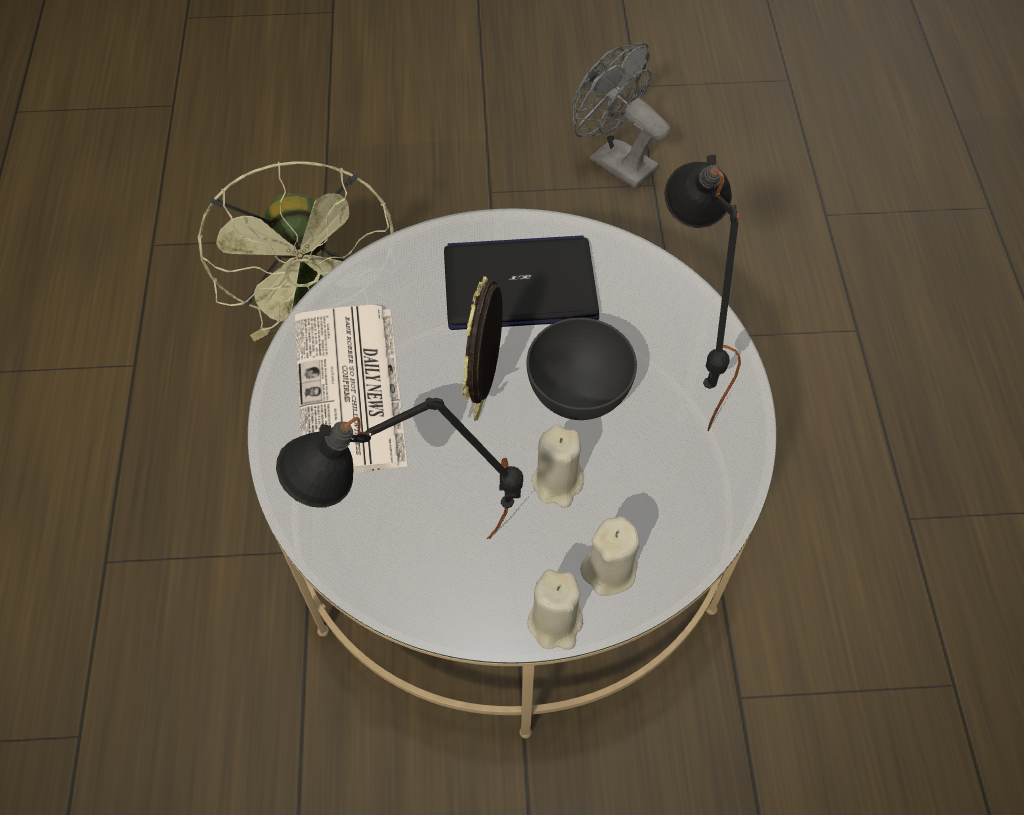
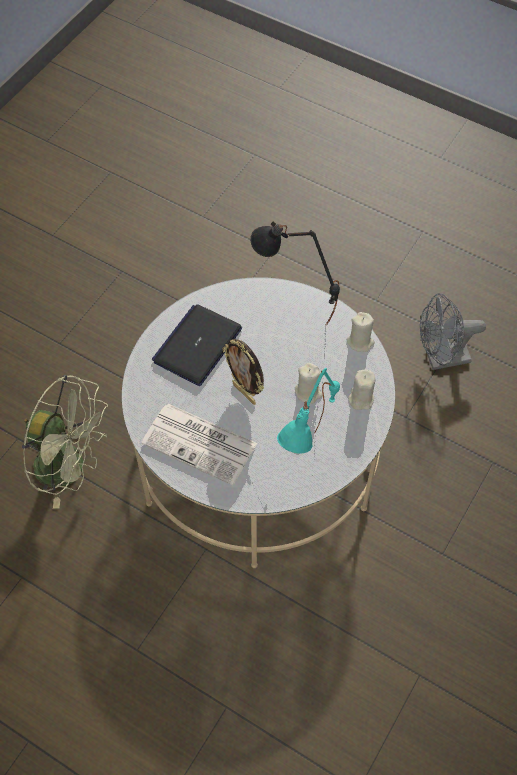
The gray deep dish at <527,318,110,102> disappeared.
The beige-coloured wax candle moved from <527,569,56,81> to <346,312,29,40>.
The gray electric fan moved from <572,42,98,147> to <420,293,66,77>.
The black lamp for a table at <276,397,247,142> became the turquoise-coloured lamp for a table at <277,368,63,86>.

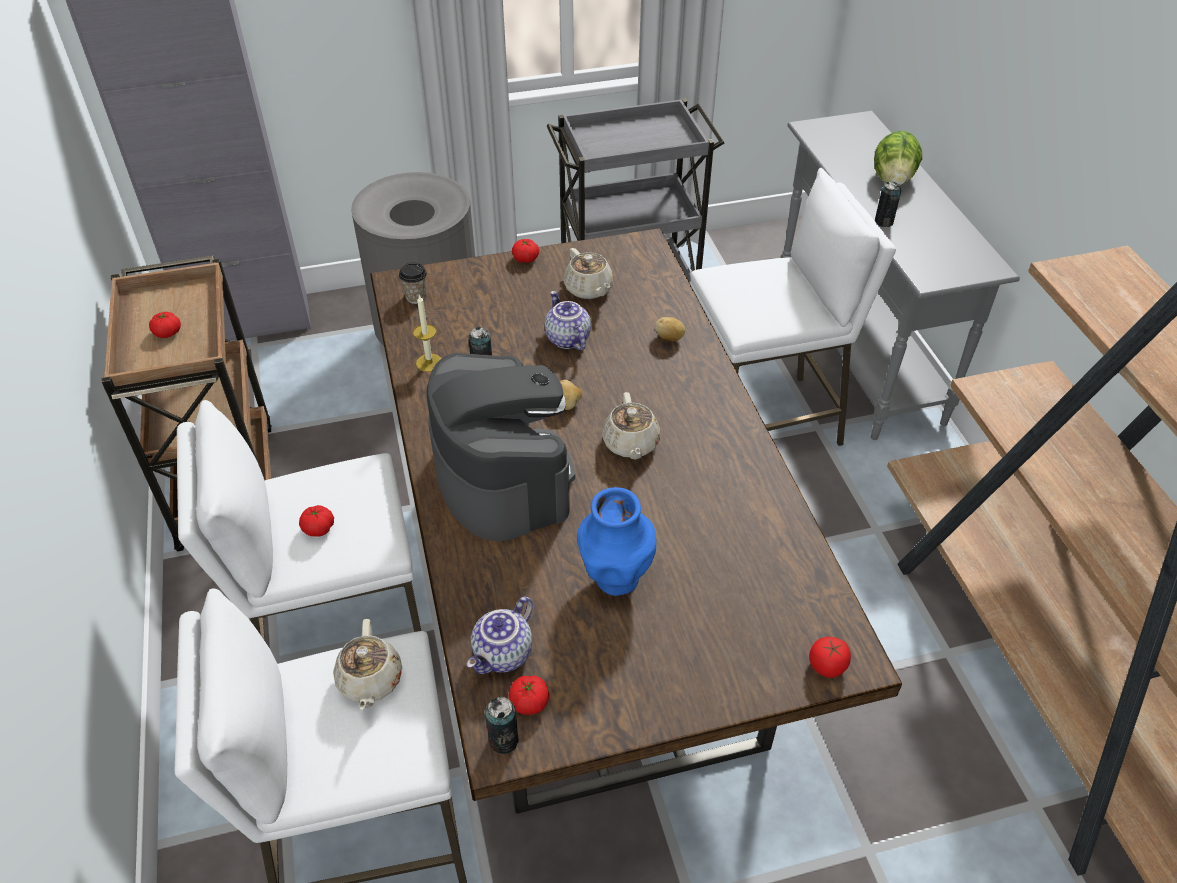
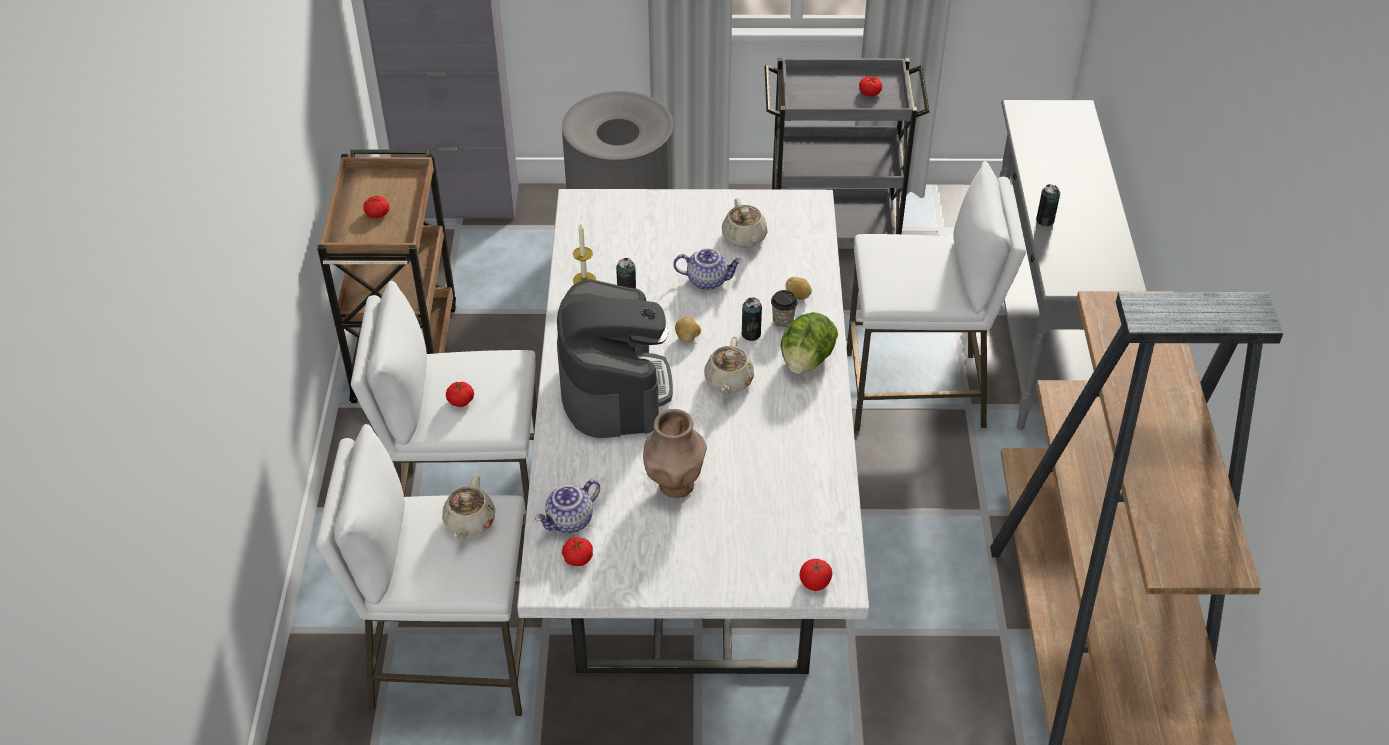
The cup moved from <399,262,28,42> to <771,290,26,38>.
The sealed can moved from <485,697,34,57> to <741,297,21,44>.
The fresh tomato moved from <512,239,27,24> to <859,76,23,21>.
The head of lettuce moved from <874,131,48,55> to <781,312,57,62>.
The brown-coloured dining table at <370,228,532,586> became the whitish dining table at <517,189,352,485>.
The bluish decorative vase at <577,487,79,109> became the brown-coloured decorative vase at <643,409,64,89>.
The pot for tea at <545,291,46,60> turned 105 degrees clockwise.

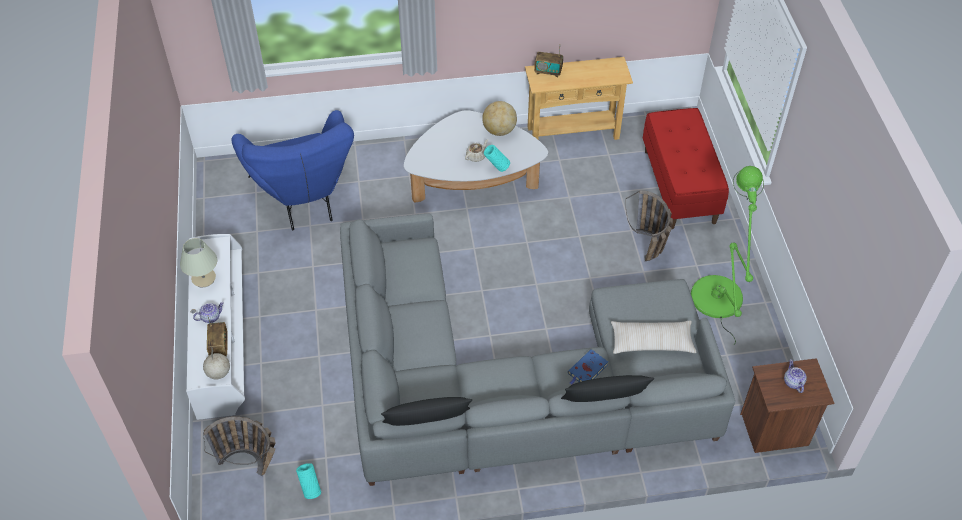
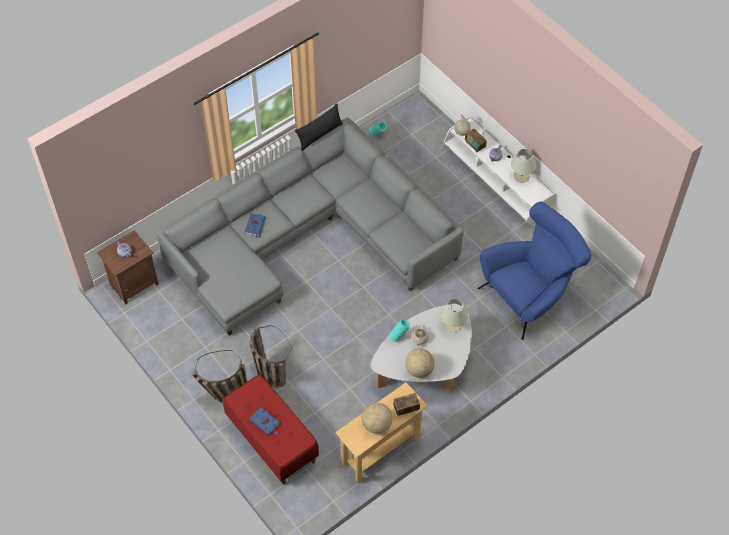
The black cushion at <561,375,93,27> disappeared.
The beige-coloured cushion at <611,321,85,33> disappeared.
The greenish standard lamp at <691,166,73,179> disappeared.
The bluish volume at <249,407,31,28> appeared.
The world globe at <362,403,30,31> appeared.
The beige-coloured lamp for a table at <441,299,27,34> appeared.
The storage basket moved from <203,417,73,59> to <191,350,56,53>.
The bluish easy chair at <231,110,123,120> turned 105 degrees clockwise.

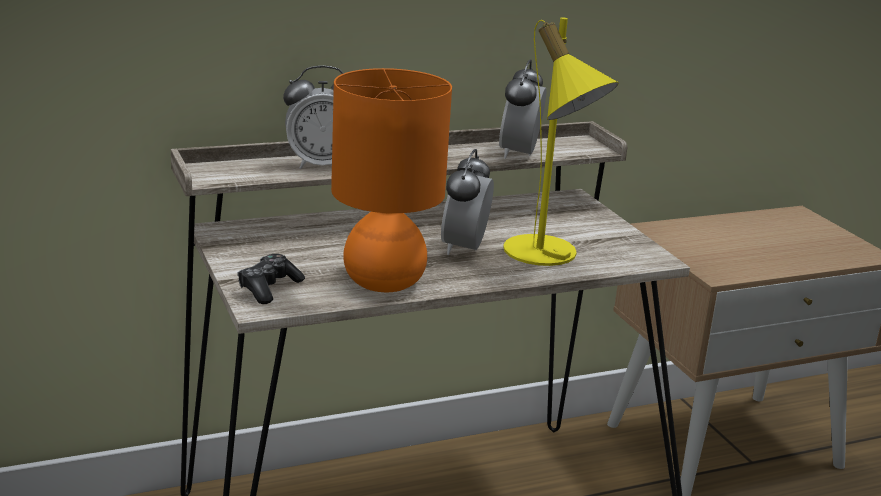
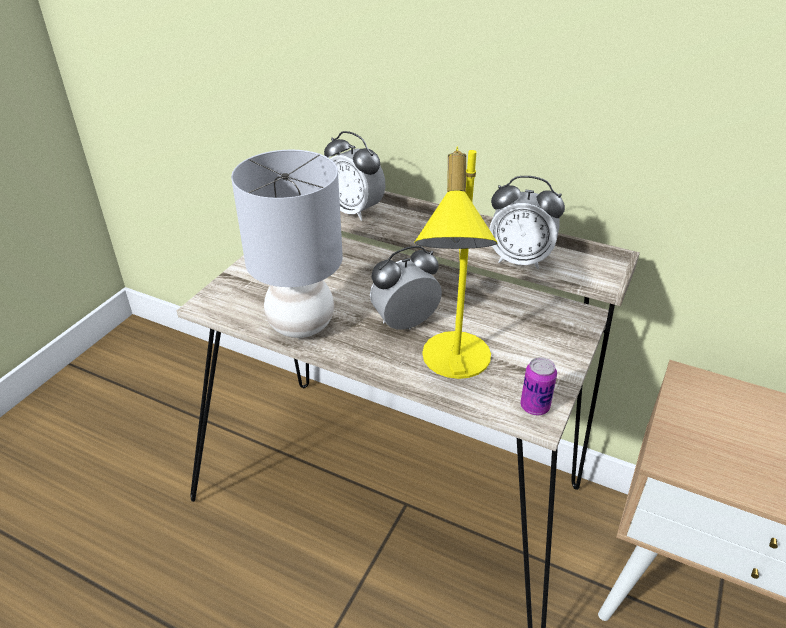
The game controller at <237,254,68,50> disappeared.
The sealed can at <520,357,37,58> appeared.
The orangey lamp for a table at <331,68,121,224> became the gray lamp for a table at <231,149,112,189>.
The bedside clock at <499,59,47,100> turned 135 degrees counterclockwise.

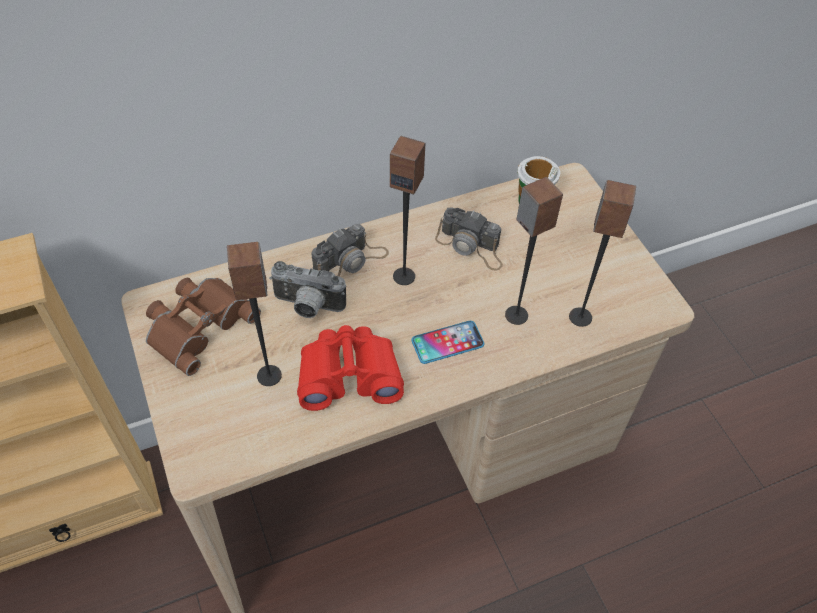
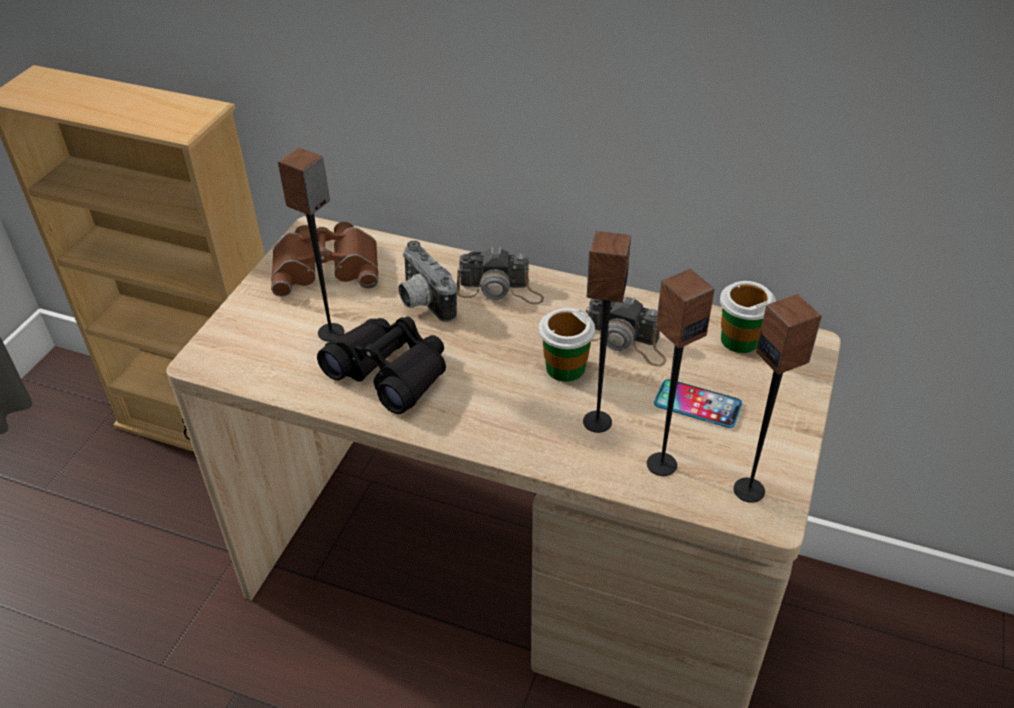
The cup at <539,308,56,74> appeared.
The audio speaker moved from <390,136,35,149> to <734,294,88,209>.
The phone moved from <411,321,73,43> to <654,379,89,49>.
The red-coloured field glasses at <297,325,107,86> became the black field glasses at <317,317,129,97>.
The photo camera at <435,207,68,64> turned 45 degrees counterclockwise.

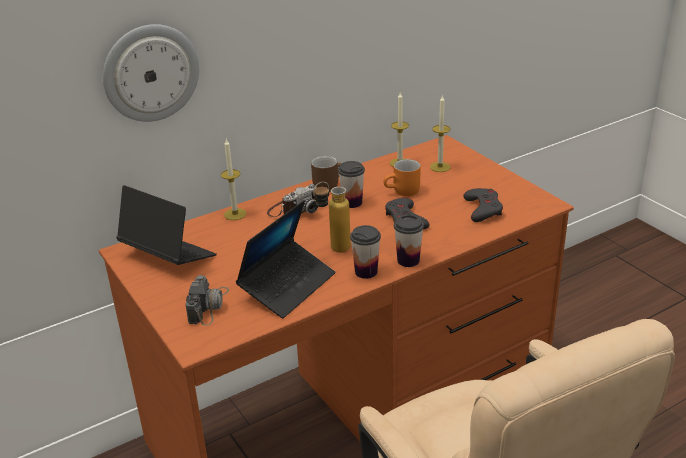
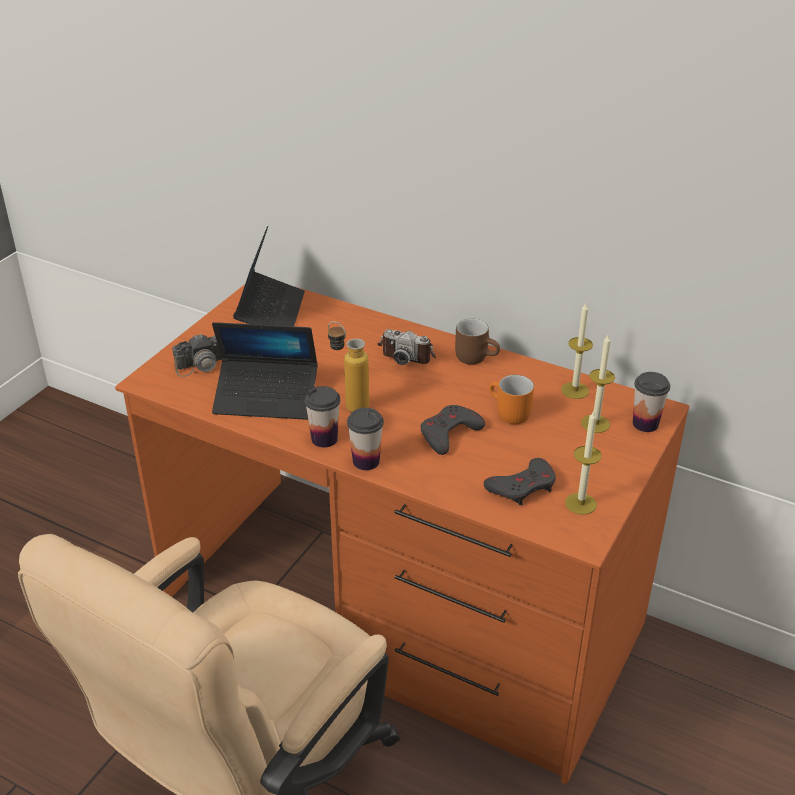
The wall clock at <103,24,96,98> disappeared.
The wax candle moved from <221,139,26,81> to <565,411,37,104>.
The cup moved from <338,161,27,47> to <633,372,37,60>.

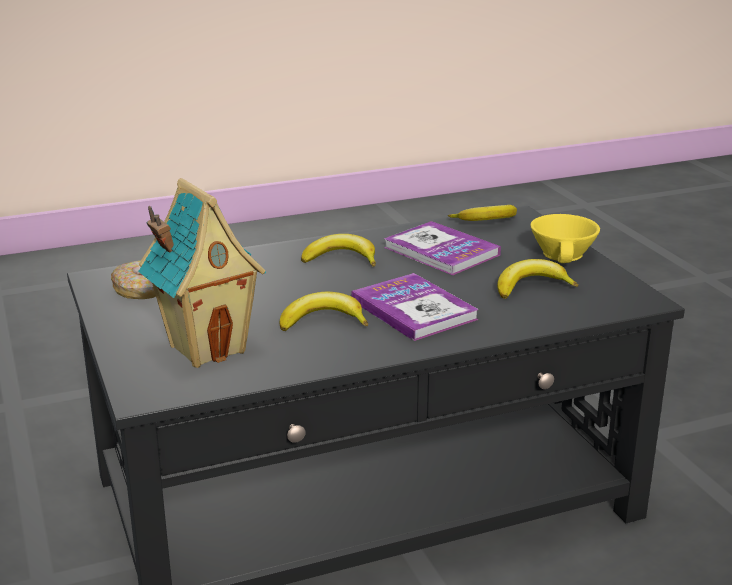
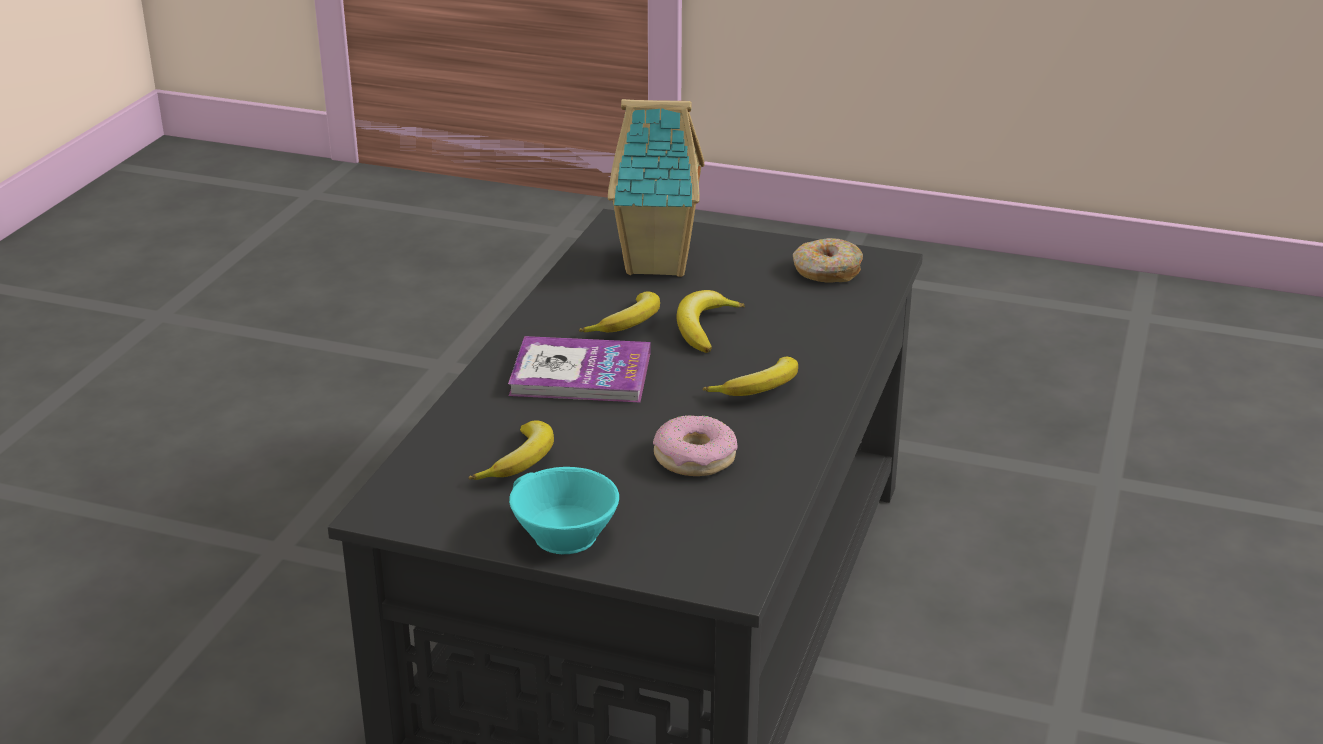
The banana moved from <448,205,69,16> to <676,290,69,63>.
The volume at <384,221,117,54> was replaced by the ring doughnut at <653,415,85,61>.
The yellow cup at <531,214,69,49> became the turquoise-coloured cup at <509,467,110,87>.

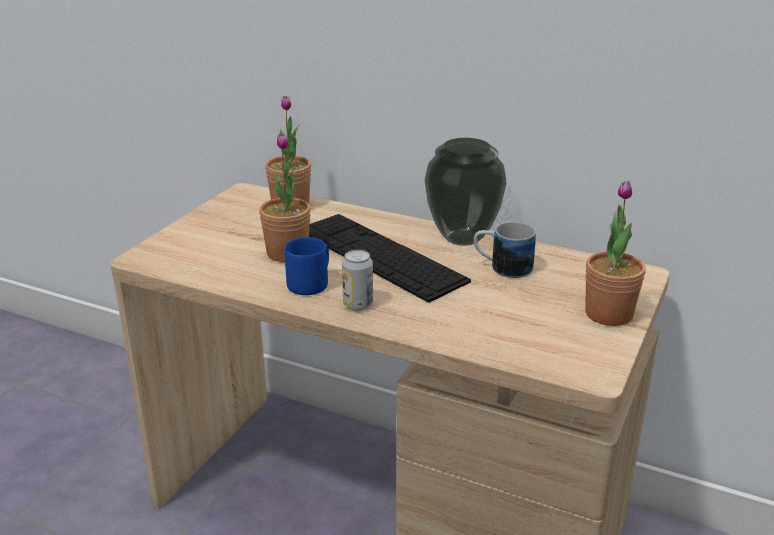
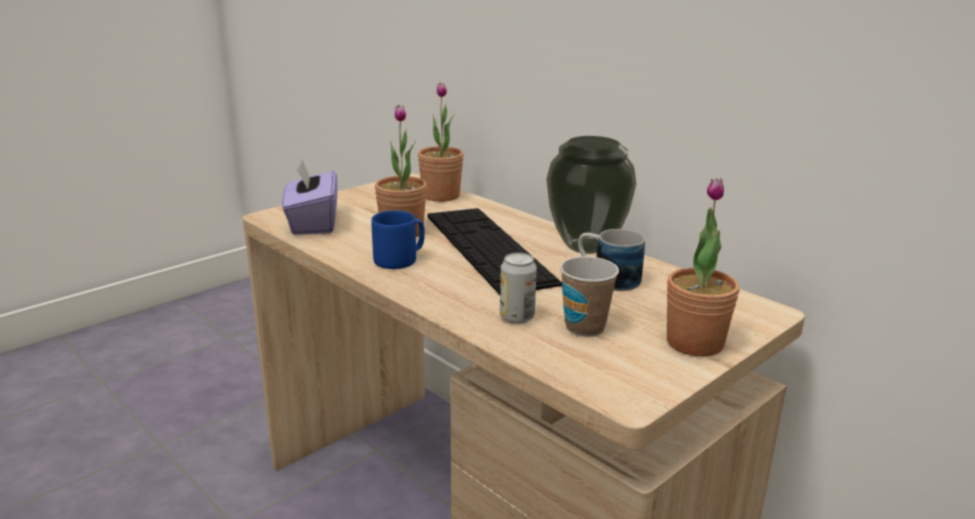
The purplish box of tissues at <282,160,55,75> appeared.
The cup at <560,256,59,81> appeared.
The sealed can moved from <342,250,31,61> to <500,253,37,71>.

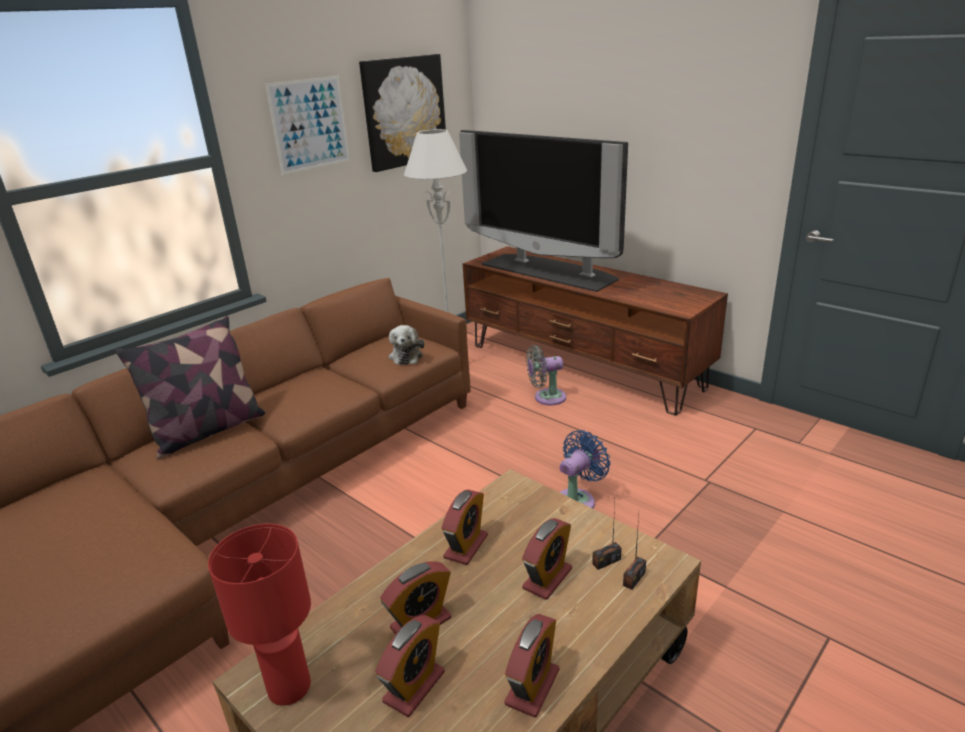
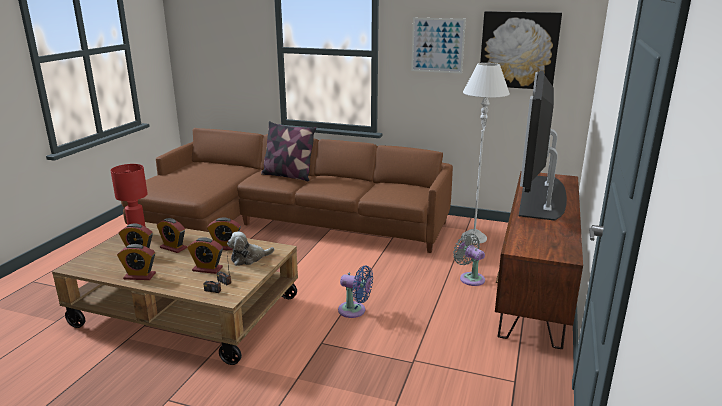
The plush toy moved from <389,325,35,40> to <227,232,48,34>.

